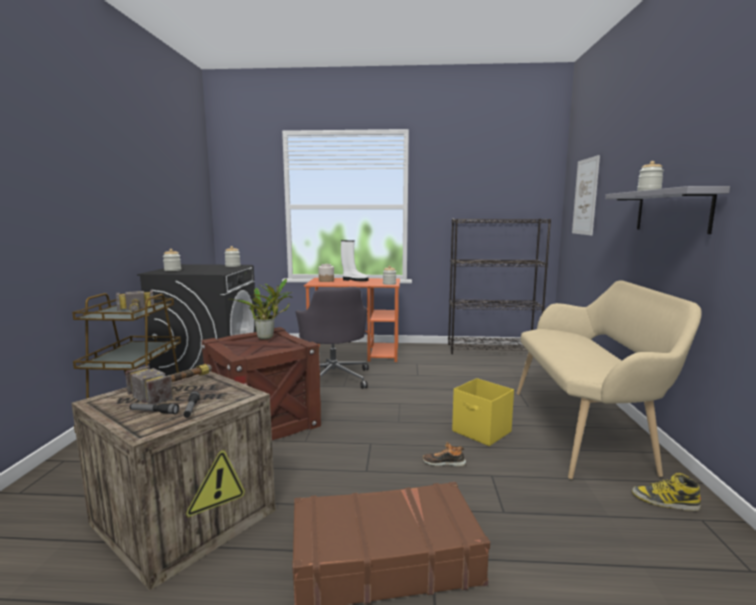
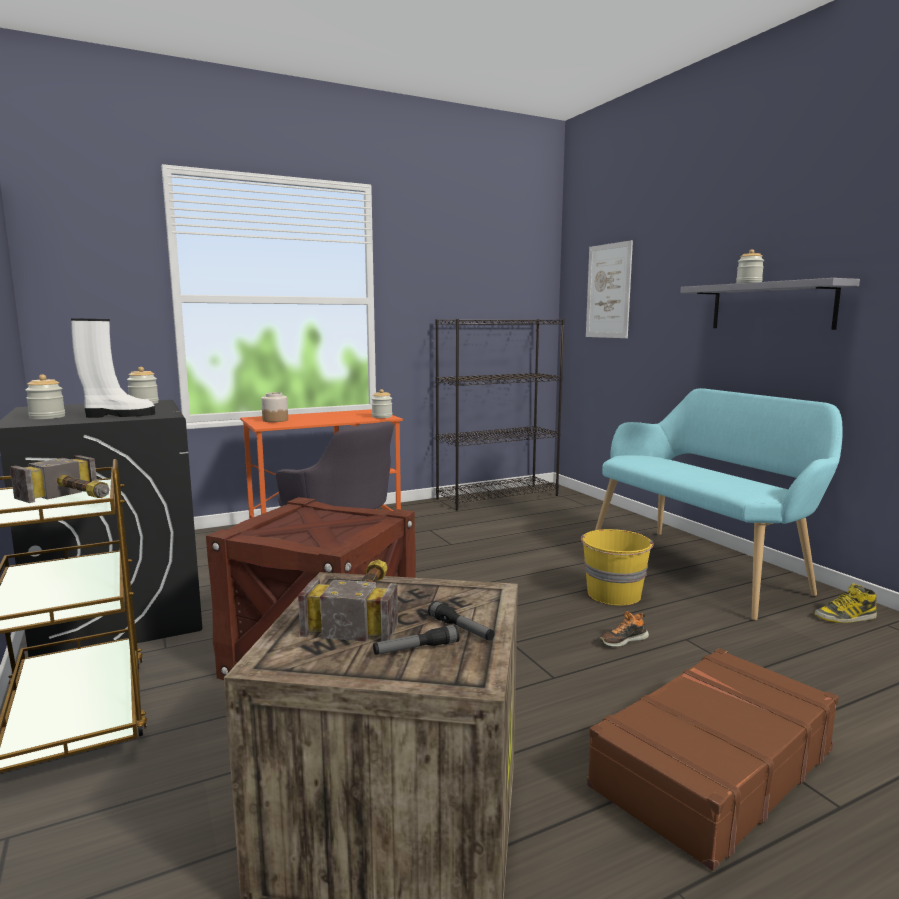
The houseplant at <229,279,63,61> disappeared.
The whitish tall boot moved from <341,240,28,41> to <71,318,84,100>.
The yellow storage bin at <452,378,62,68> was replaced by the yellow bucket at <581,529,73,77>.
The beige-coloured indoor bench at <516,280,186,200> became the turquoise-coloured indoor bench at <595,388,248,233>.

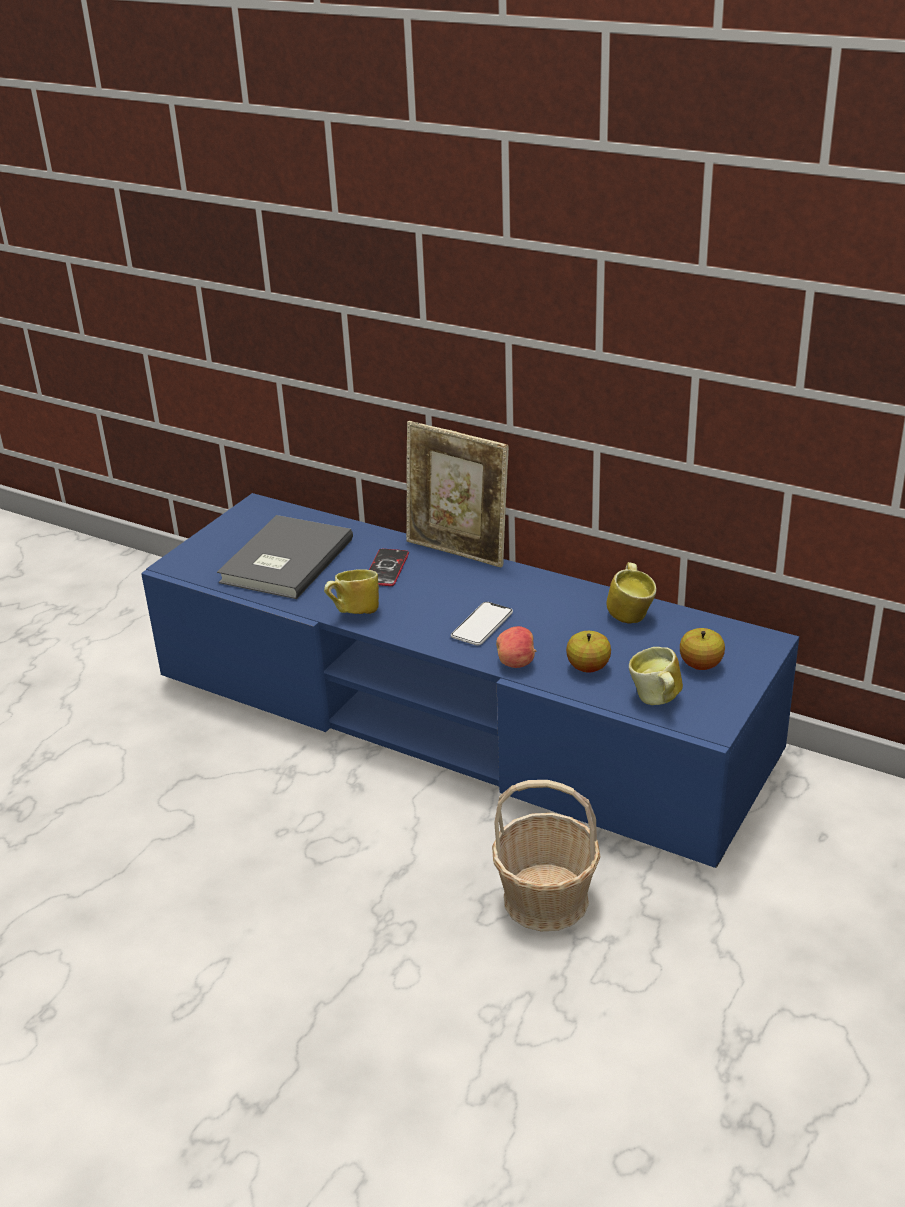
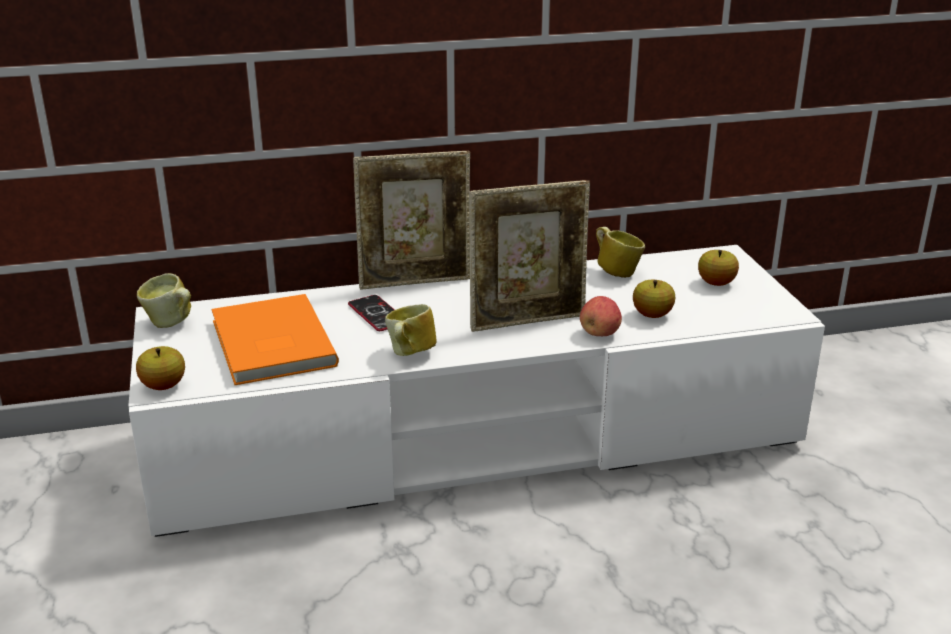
The storage basket at <492,780,109,151> disappeared.
The apple fruit at <136,346,49,44> appeared.
The mug moved from <629,647,54,58> to <137,273,54,55>.
The phone at <451,602,62,44> was replaced by the photo frame at <469,180,121,152>.
The bluish tv unit at <141,493,658,375> became the whitish tv unit at <128,245,697,292>.
The gray volume at <217,515,136,84> became the orangey volume at <212,294,127,91>.

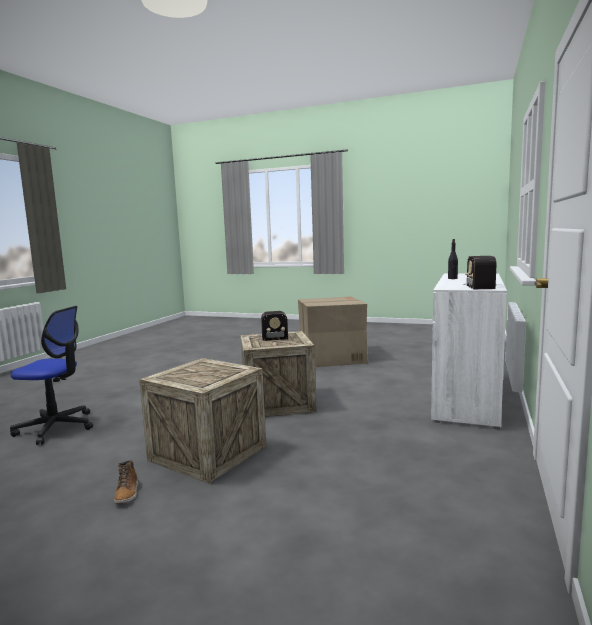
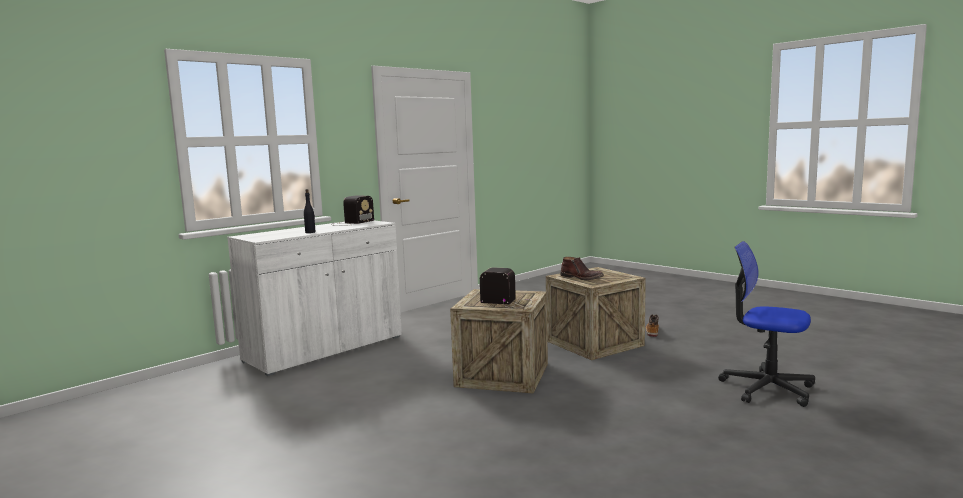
The cardboard box at <298,296,70,71> disappeared.
The brown-coloured tall boot at <560,257,44,23> appeared.

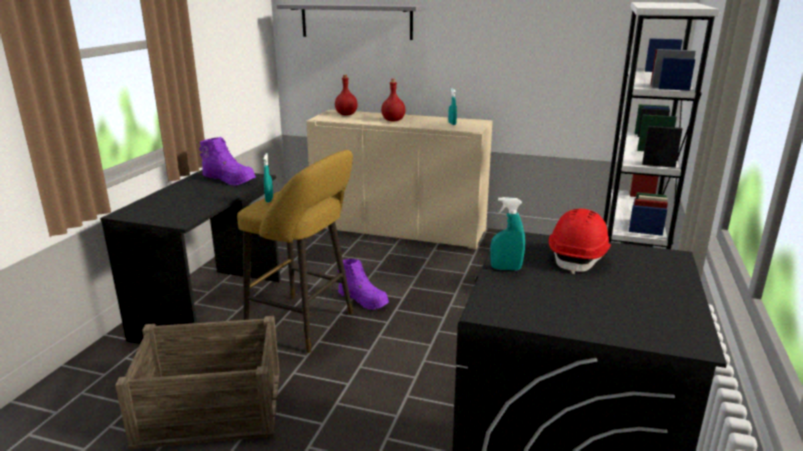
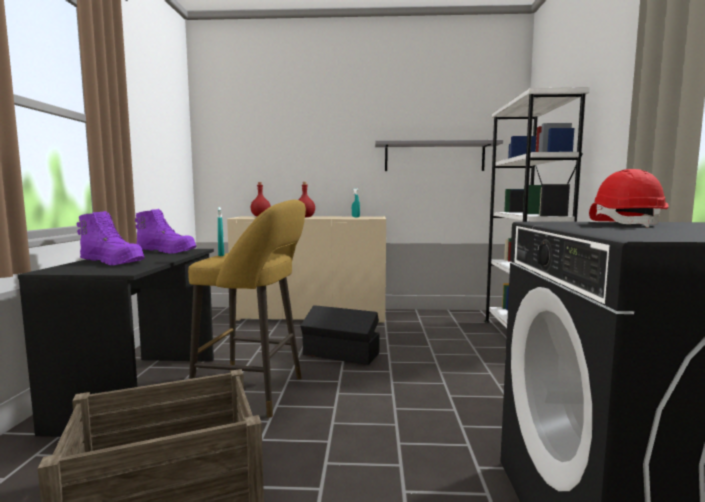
The turquoise-coloured spray bottle at <490,197,35,73> disappeared.
The black storage bin at <300,305,80,60> appeared.
The gray shelf moved from <277,3,148,37> to <375,140,128,31>.
The purplish tall boot moved from <337,259,52,51> to <76,211,69,54>.

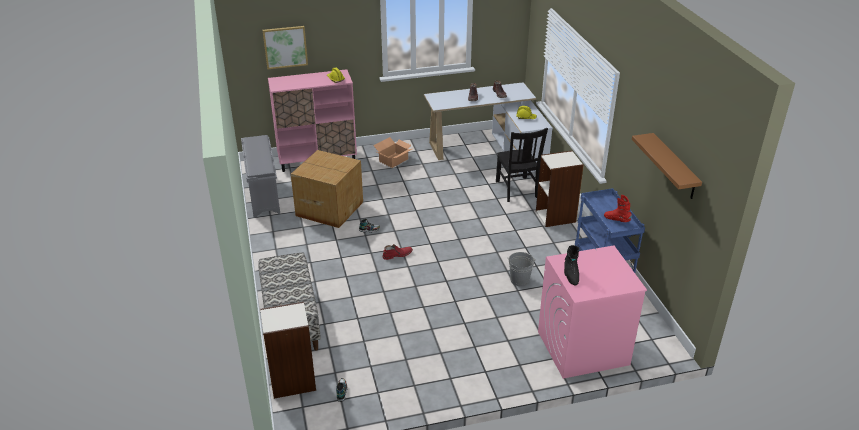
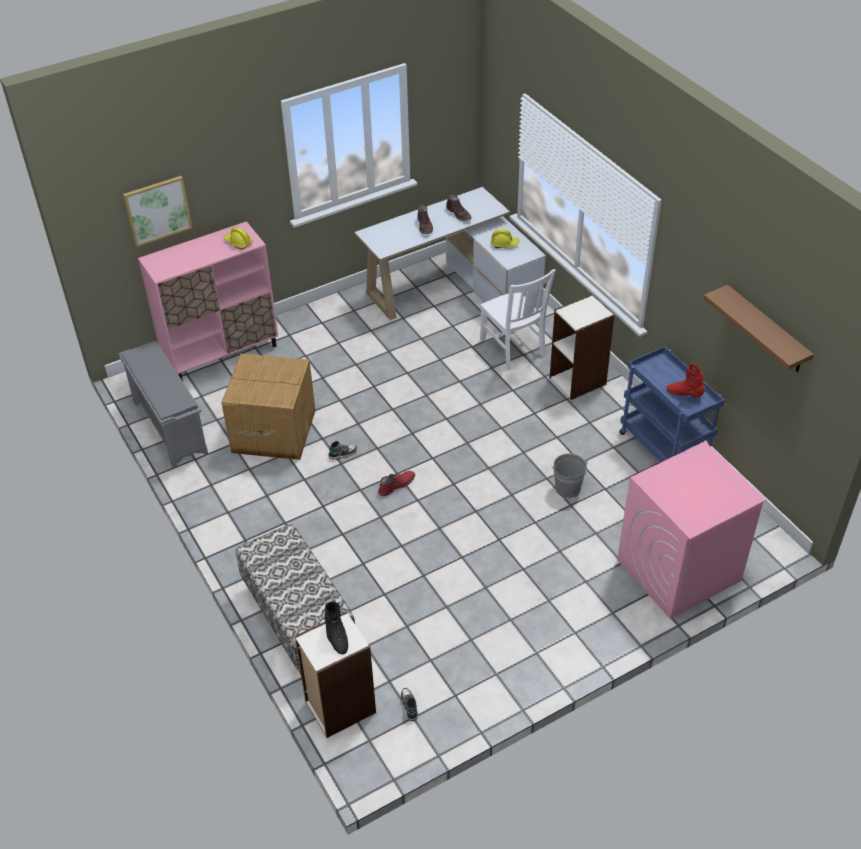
The cardboard box at <373,137,39,31> disappeared.
The black tall boot moved from <564,245,15,40> to <324,601,24,53>.
The black chair at <496,128,52,74> became the whitish chair at <480,269,76,101>.

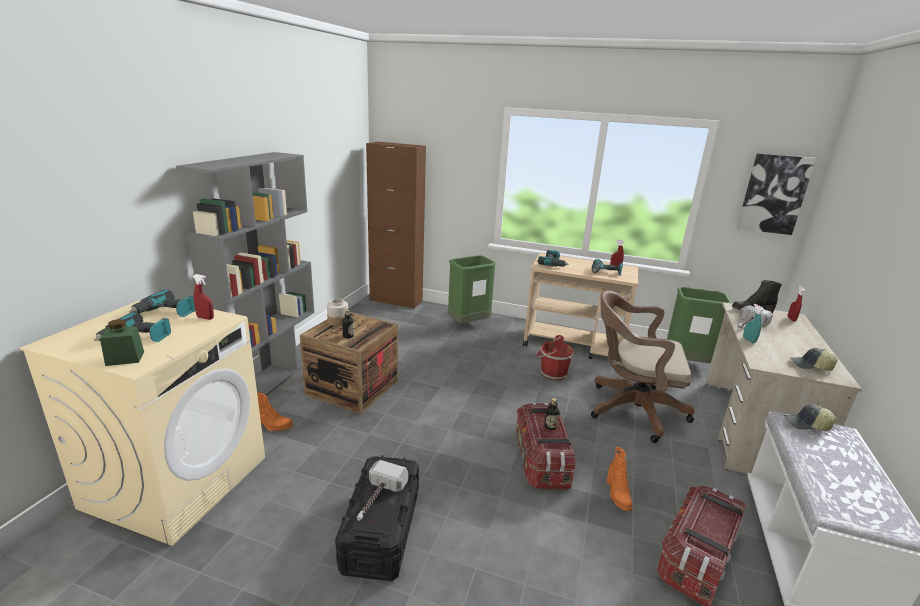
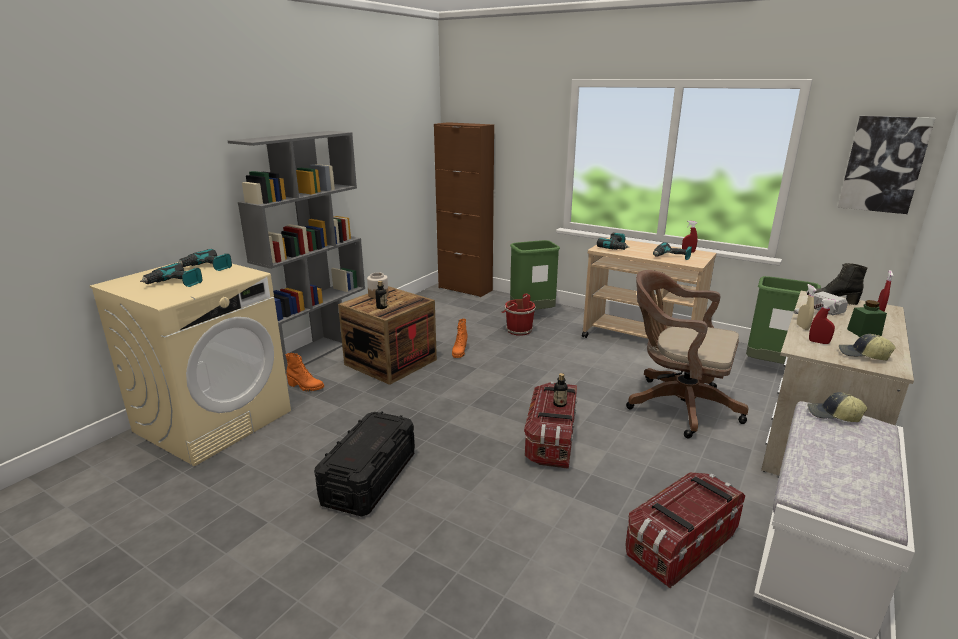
The tool hammer at <357,460,51,61> disappeared.
The greenish jar moved from <100,319,44,47> to <847,300,40,37>.
The red-coloured spray bottle moved from <193,274,21,46> to <809,299,30,45>.
The red-coloured bucket moved from <537,335,36,46> to <501,294,34,41>.
The orangey tall boot moved from <607,447,26,64> to <452,319,16,39>.
The turquoise-coloured spray bottle at <743,304,21,39> became the beige-coloured spray bottle at <797,284,20,46>.

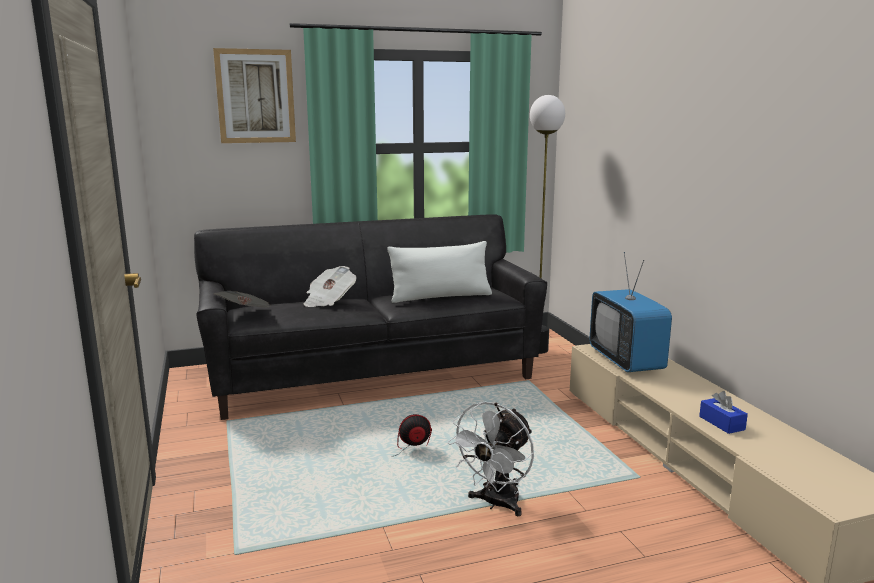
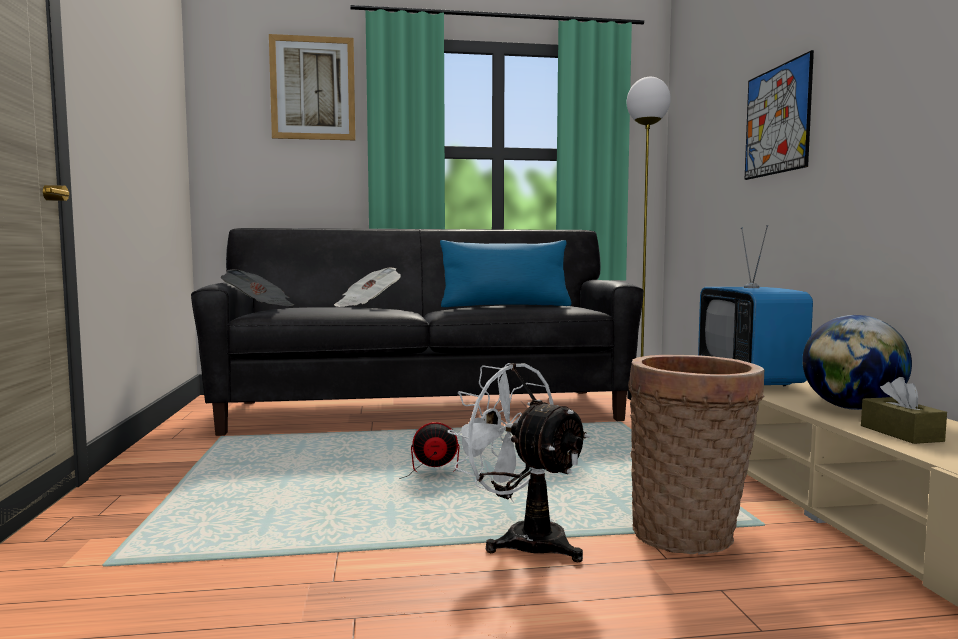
The storage basket at <628,355,136,199> appeared.
The picture at <745,50,69,130> appeared.
The world globe at <802,315,110,95> appeared.
The whitish cushion at <387,241,105,62> became the bluish cushion at <440,240,131,67>.
The bluish box of tissues at <699,391,49,43> became the brown-coloured box of tissues at <861,377,86,67>.
The whitish electric fan at <448,402,86,114> turned 90 degrees clockwise.

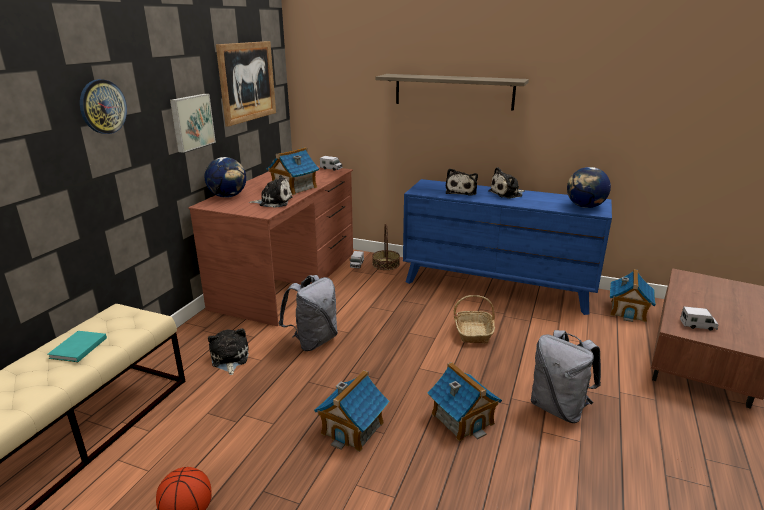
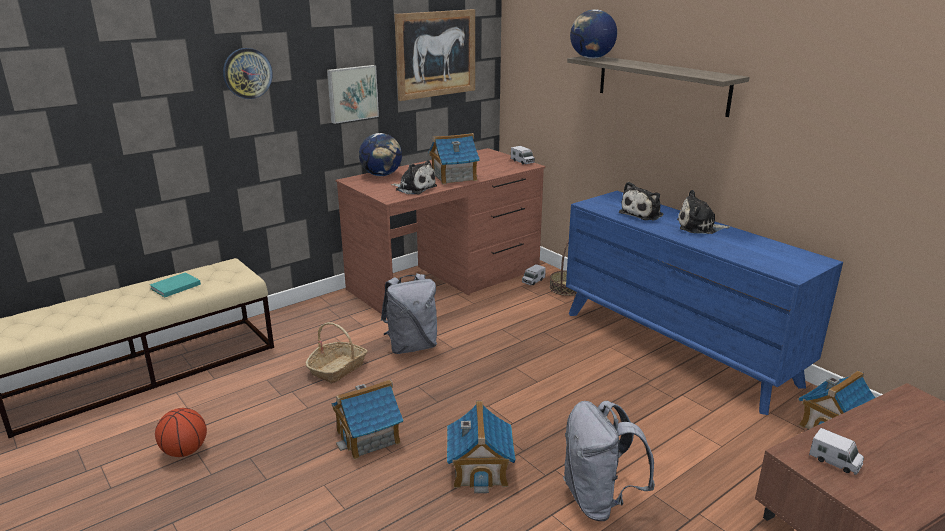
The plush toy at <208,328,41,47> disappeared.
The storage basket moved from <454,295,41,49> to <306,322,62,61>.
The world globe moved from <567,167,44,41> to <570,9,47,50>.

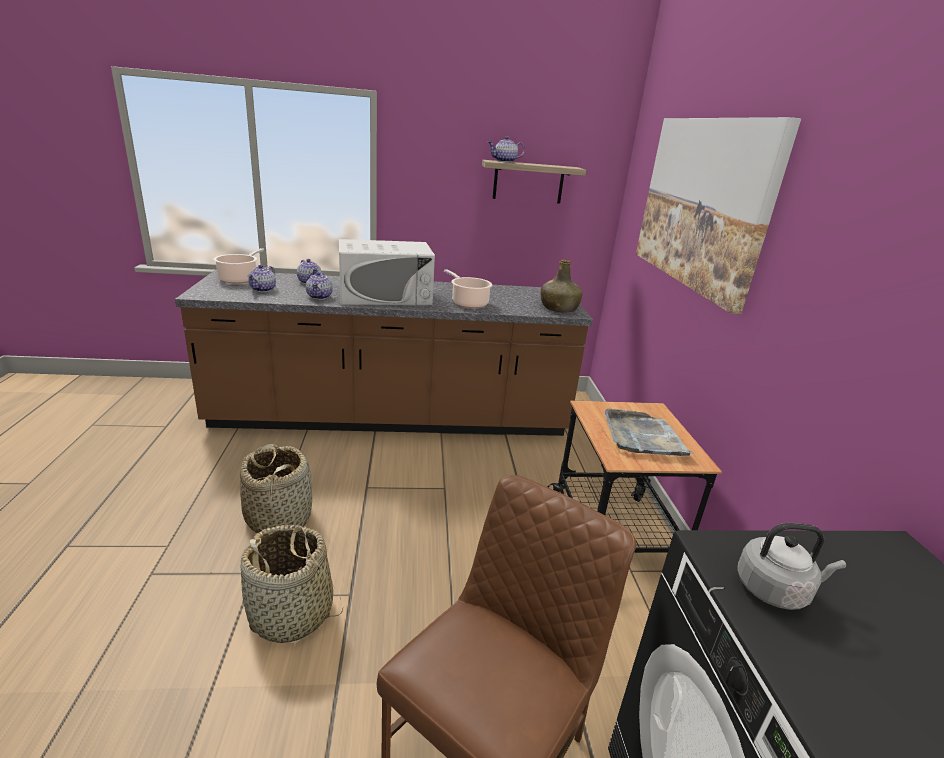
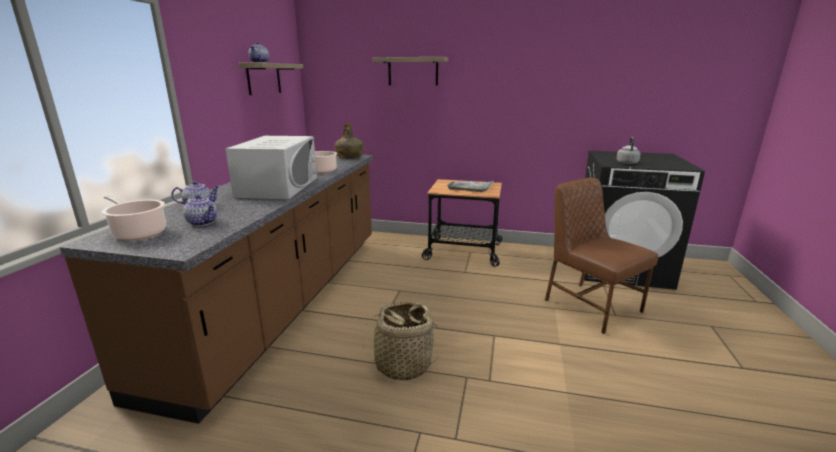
The storage basket at <241,525,102,118> disappeared.
The pot for tea at <306,272,27,28> disappeared.
The picture at <636,117,165,197> was replaced by the shelf at <372,57,76,29>.

